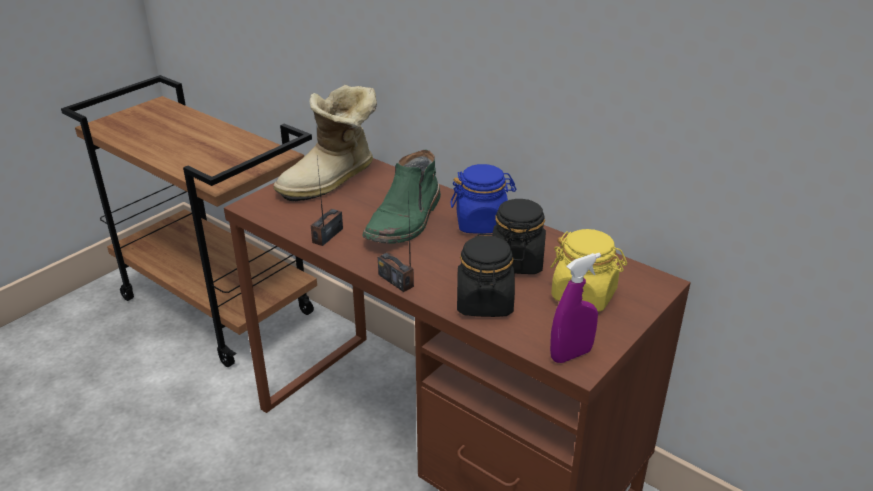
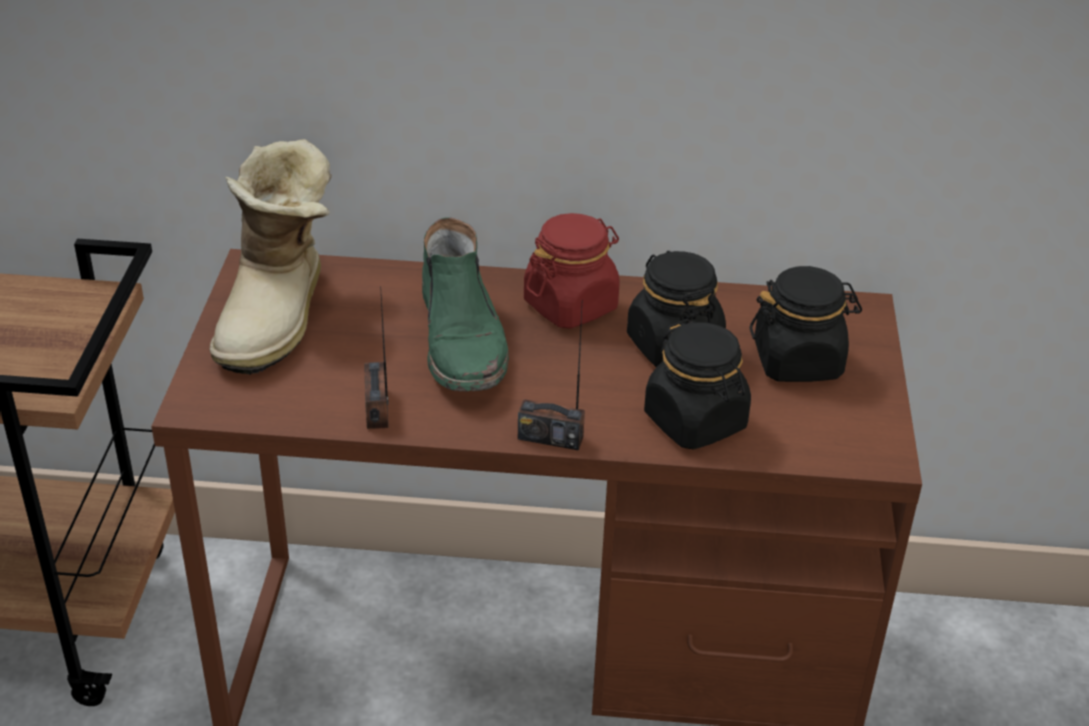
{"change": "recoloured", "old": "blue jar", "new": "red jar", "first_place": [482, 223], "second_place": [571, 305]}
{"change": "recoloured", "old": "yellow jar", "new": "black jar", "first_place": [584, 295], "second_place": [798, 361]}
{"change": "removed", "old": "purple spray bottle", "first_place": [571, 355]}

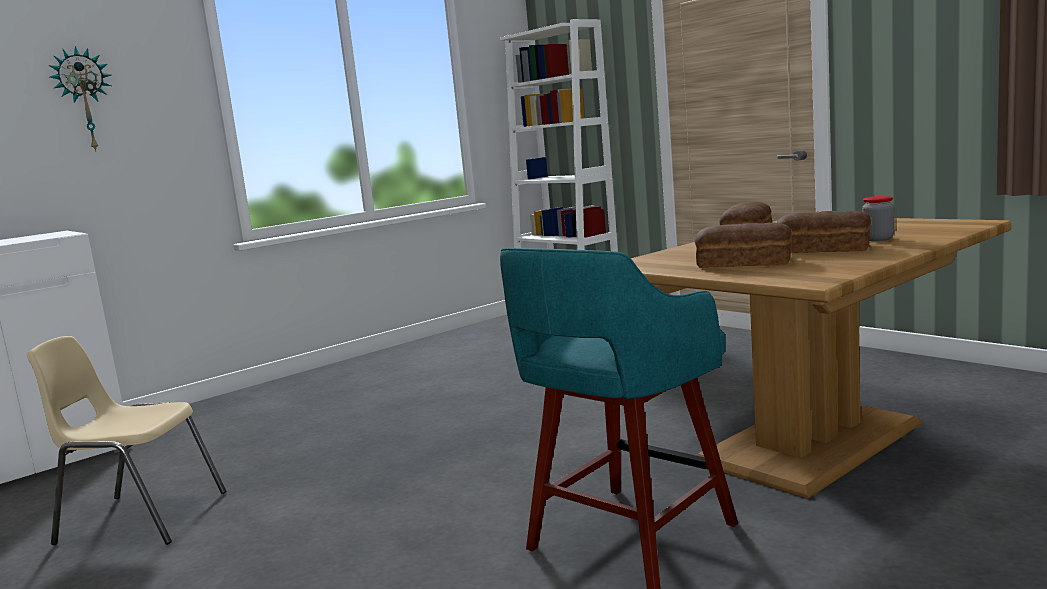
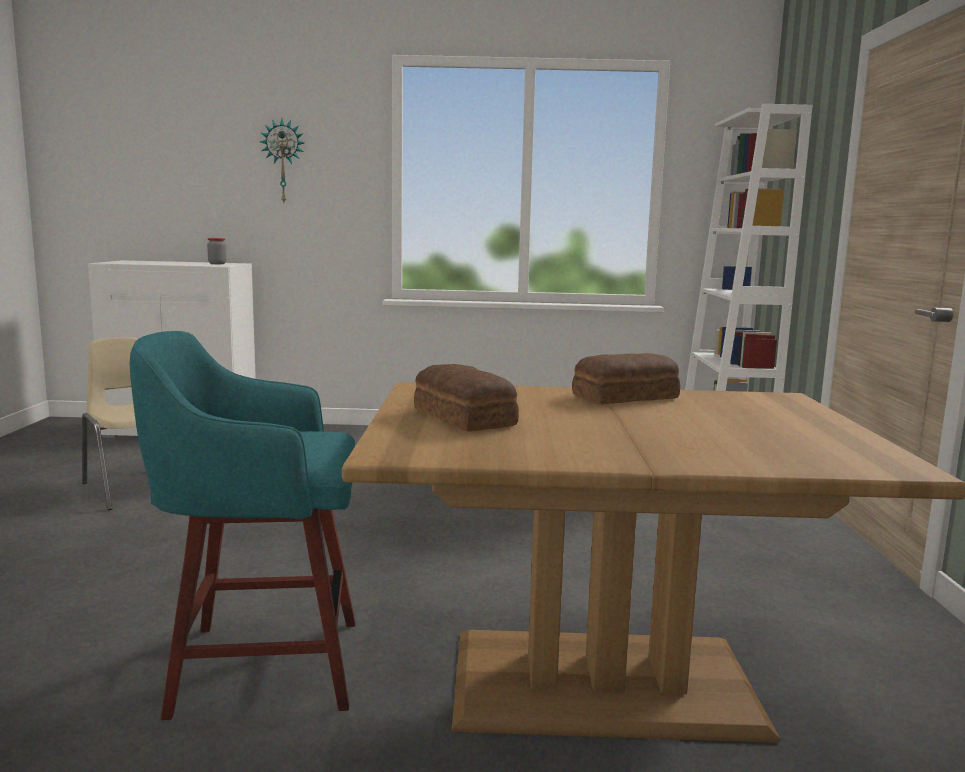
{"change": "removed", "old": "bread", "first_place": [824, 249]}
{"change": "moved", "old": "jar", "first_place": [878, 239], "second_place": [217, 264]}

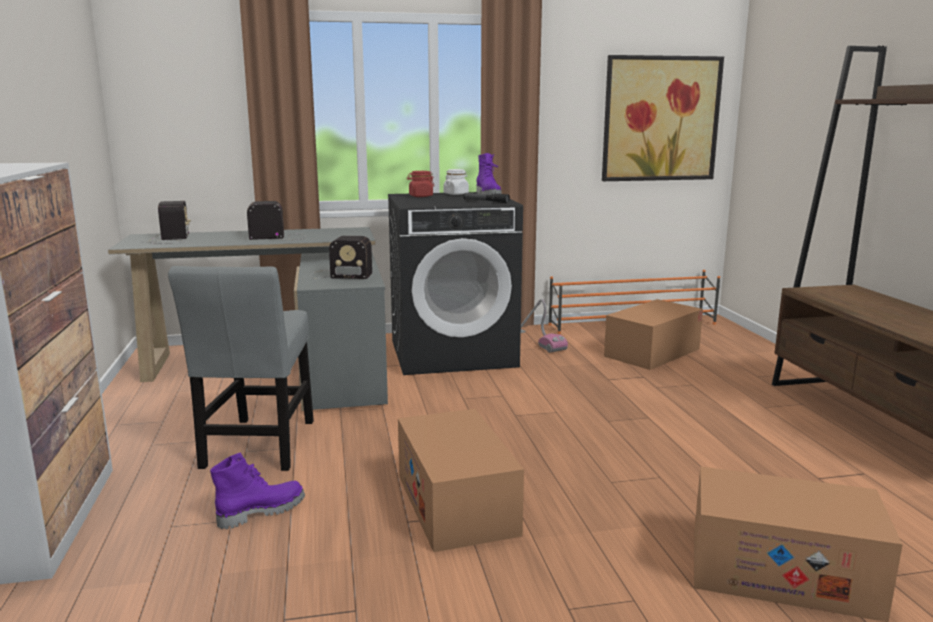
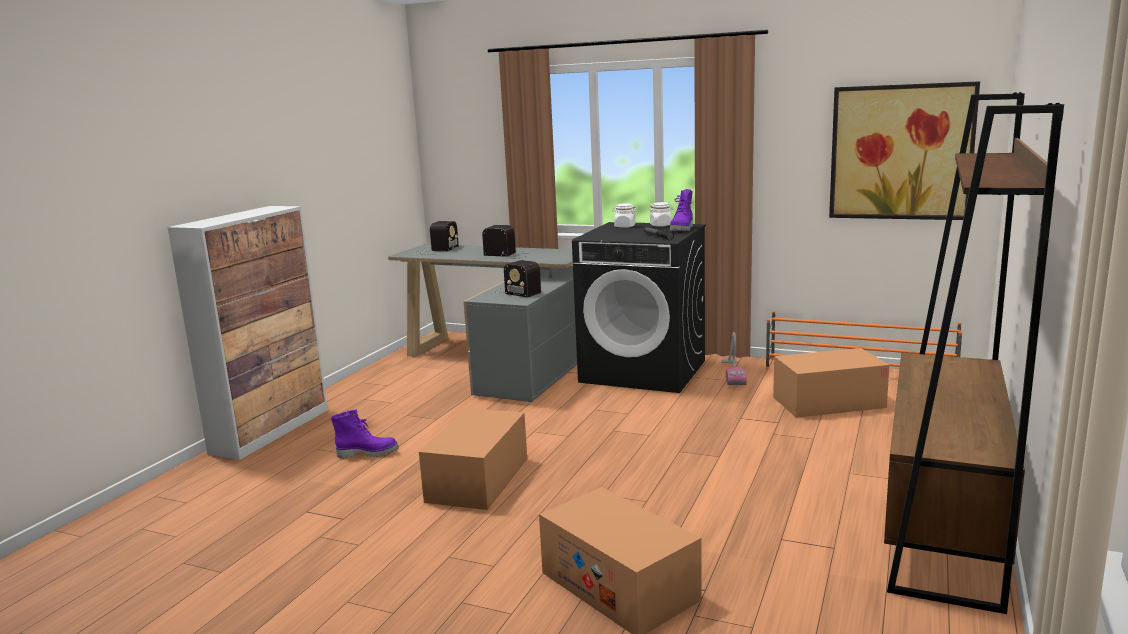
{"change": "removed", "old": "grey chair", "first_place": [258, 447]}
{"change": "recoloured", "old": "red jar", "new": "white jar", "first_place": [420, 196], "second_place": [624, 226]}

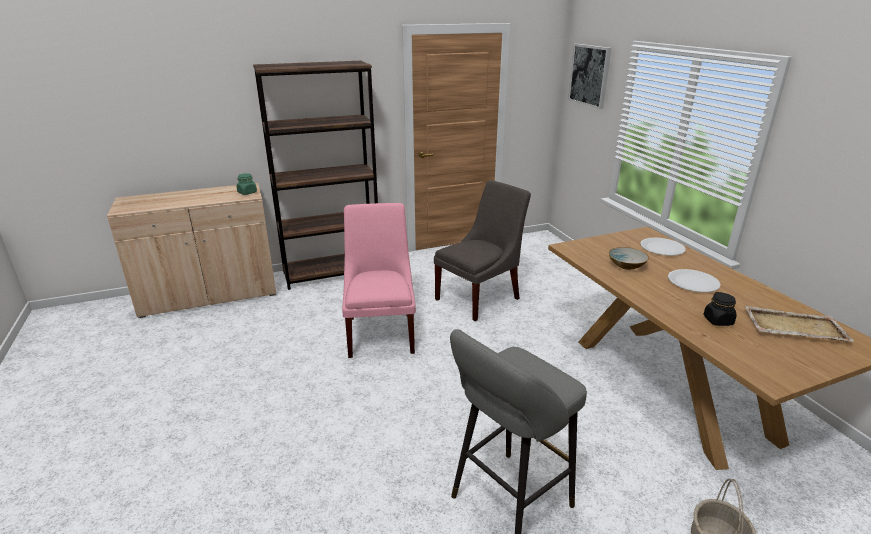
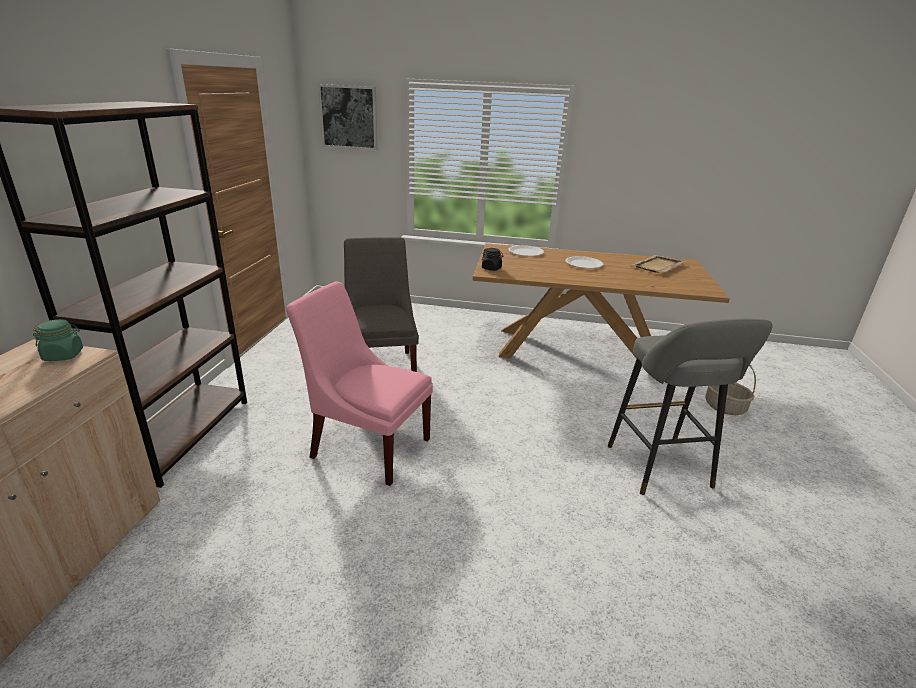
{"change": "removed", "old": "bowl", "first_place": [626, 265]}
{"change": "moved", "old": "black jar", "first_place": [718, 321], "second_place": [491, 268]}

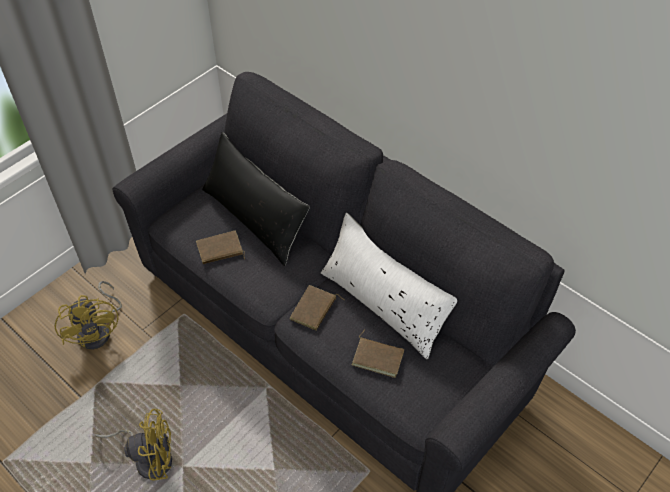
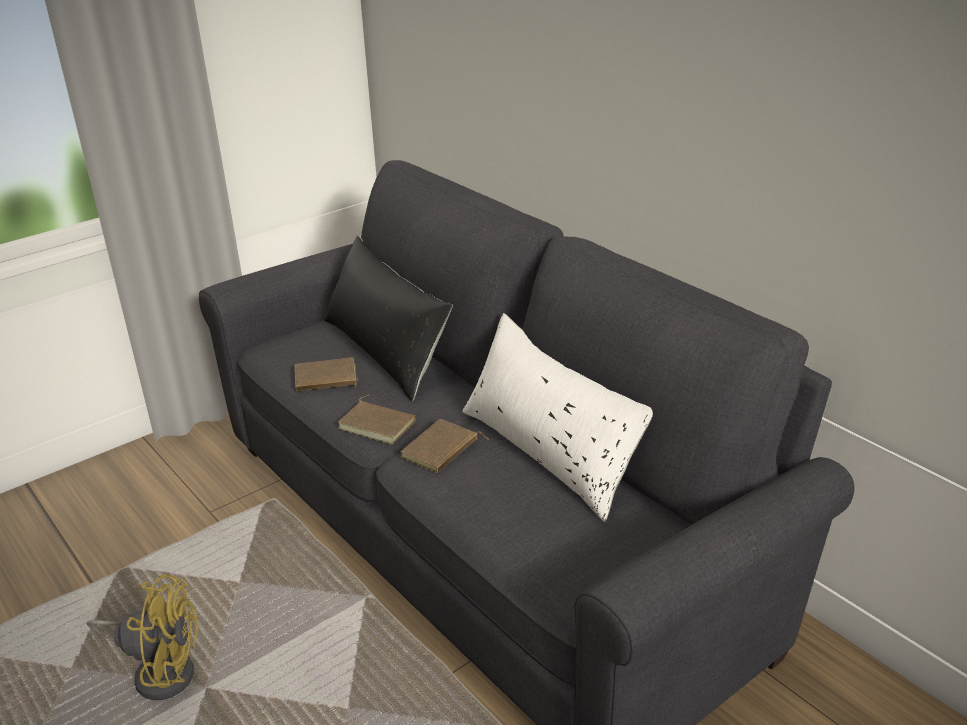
{"change": "removed", "old": "yellow fan", "first_place": [99, 330]}
{"change": "moved", "old": "brown book", "first_place": [378, 357], "second_place": [378, 424]}

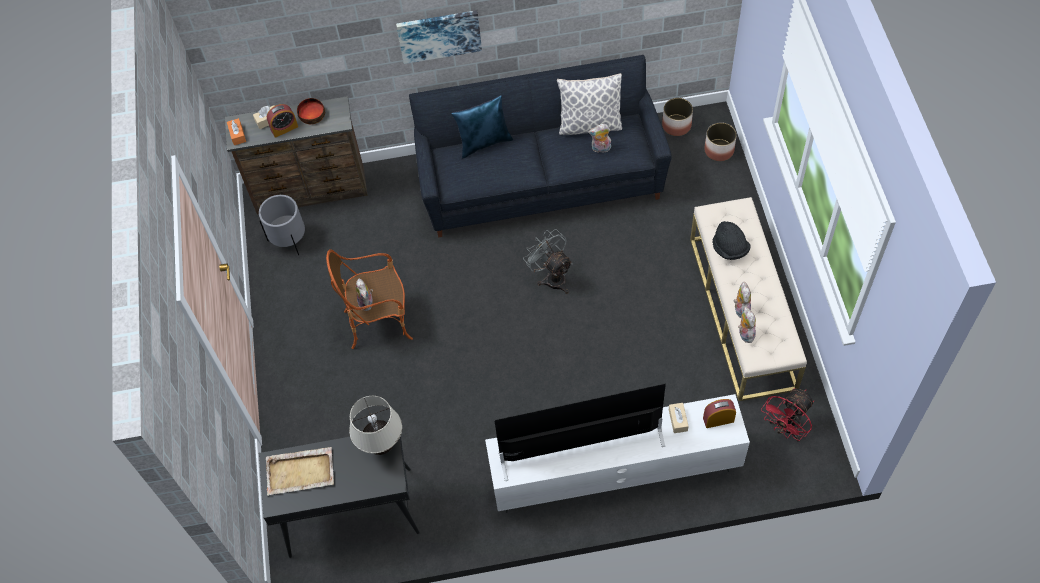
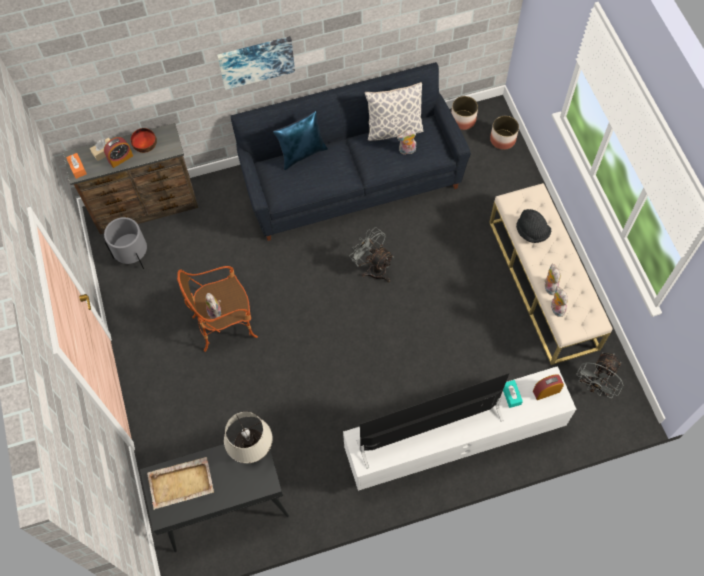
{"change": "recoloured", "old": "beige tissue box", "new": "turquoise tissue box", "first_place": [678, 420], "second_place": [511, 395]}
{"change": "recoloured", "old": "red fan", "new": "grey fan", "first_place": [785, 429], "second_place": [595, 386]}

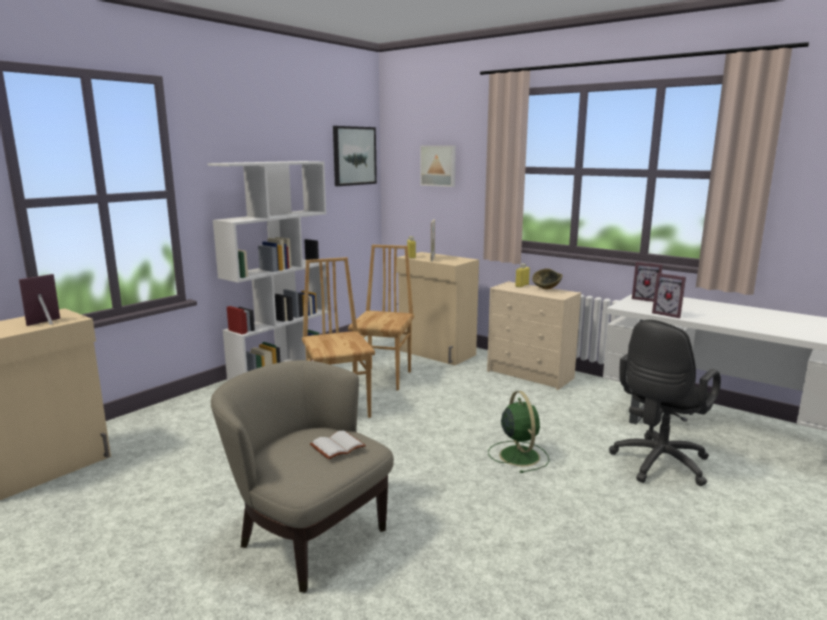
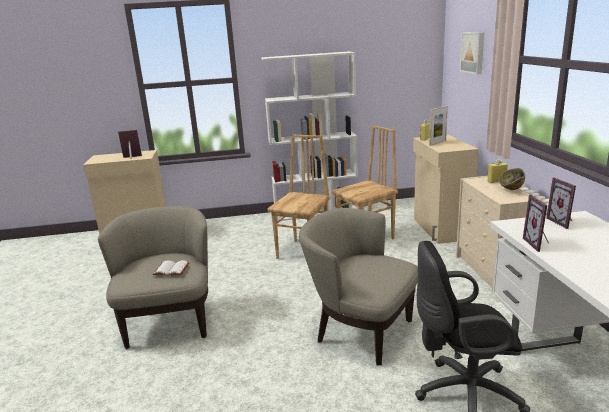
{"change": "removed", "old": "picture", "first_place": [354, 156]}
{"change": "replaced", "old": "green fan", "new": "beige armchair", "first_place": [518, 455], "second_place": [360, 331]}

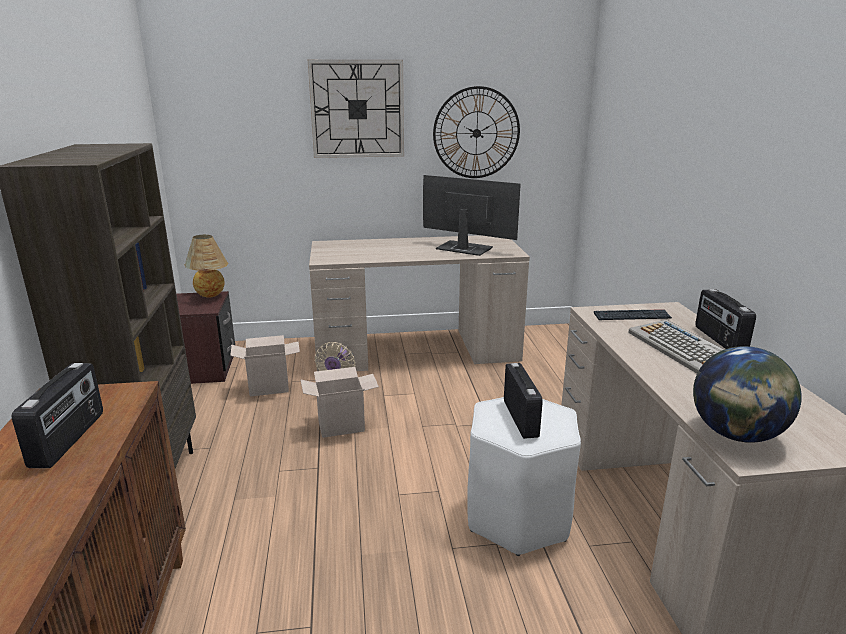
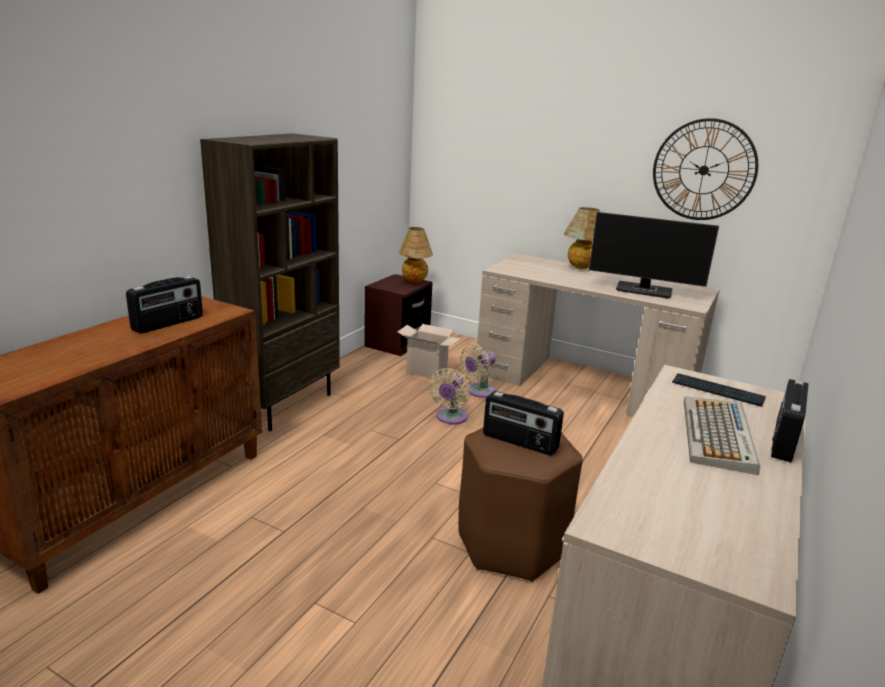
{"change": "replaced", "old": "cardboard box", "new": "beige fan", "first_place": [342, 425], "second_place": [450, 418]}
{"change": "removed", "old": "wall clock", "first_place": [357, 109]}
{"change": "turned", "old": "monitor", "first_place": [463, 249], "second_place": [645, 290], "degrees": 135}
{"change": "recoloured", "old": "white stool", "new": "brown stool", "first_place": [517, 517], "second_place": [511, 544]}
{"change": "turned", "old": "radio", "first_place": [521, 418], "second_place": [519, 442], "degrees": 90}
{"change": "removed", "old": "globe", "first_place": [736, 435]}
{"change": "added", "new": "table lamp", "second_place": [581, 268]}

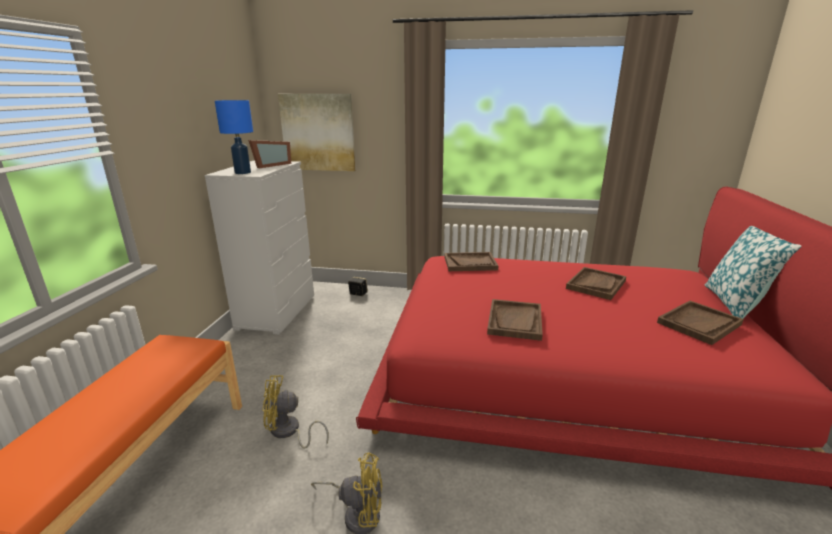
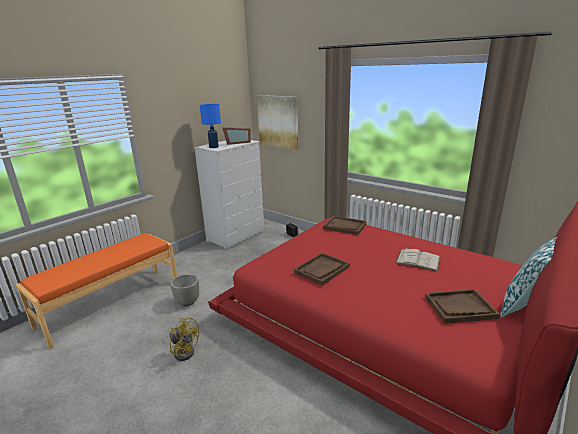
{"change": "replaced", "old": "yellow fan", "new": "grey planter", "first_place": [288, 432], "second_place": [187, 302]}
{"change": "replaced", "old": "brown tray", "new": "white book", "first_place": [596, 284], "second_place": [418, 260]}

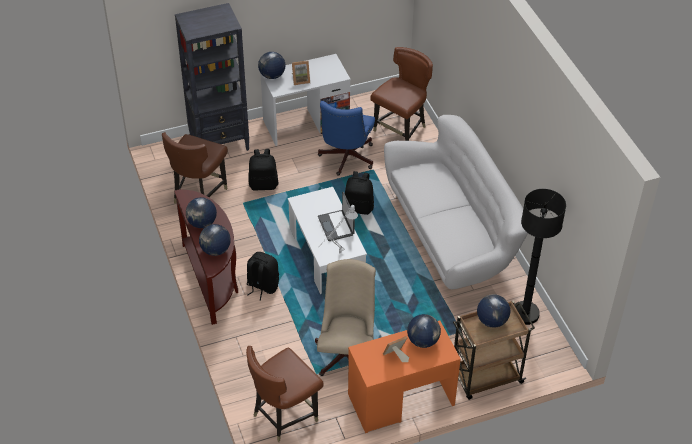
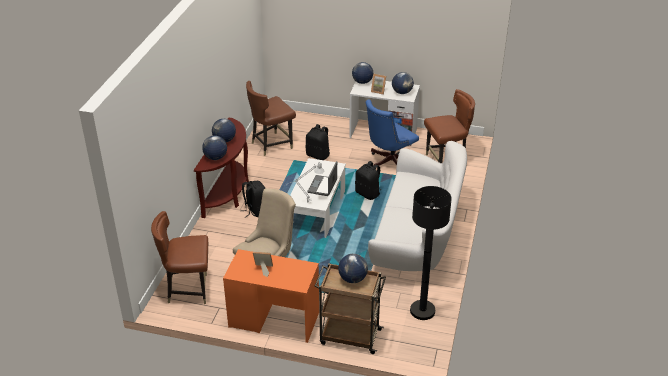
{"change": "removed", "old": "black bookcase", "first_place": [220, 143]}
{"change": "moved", "old": "globe", "first_place": [423, 341], "second_place": [402, 92]}

